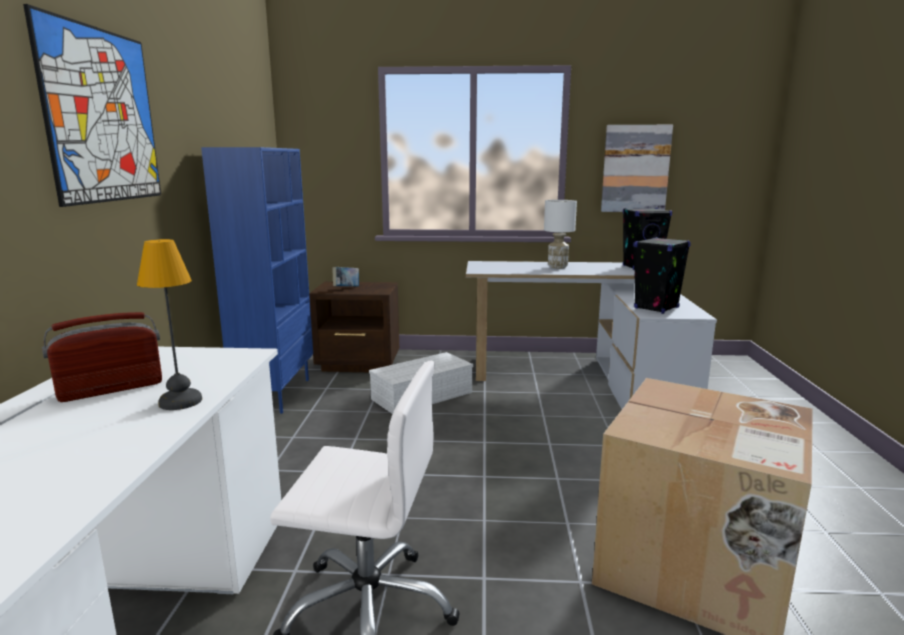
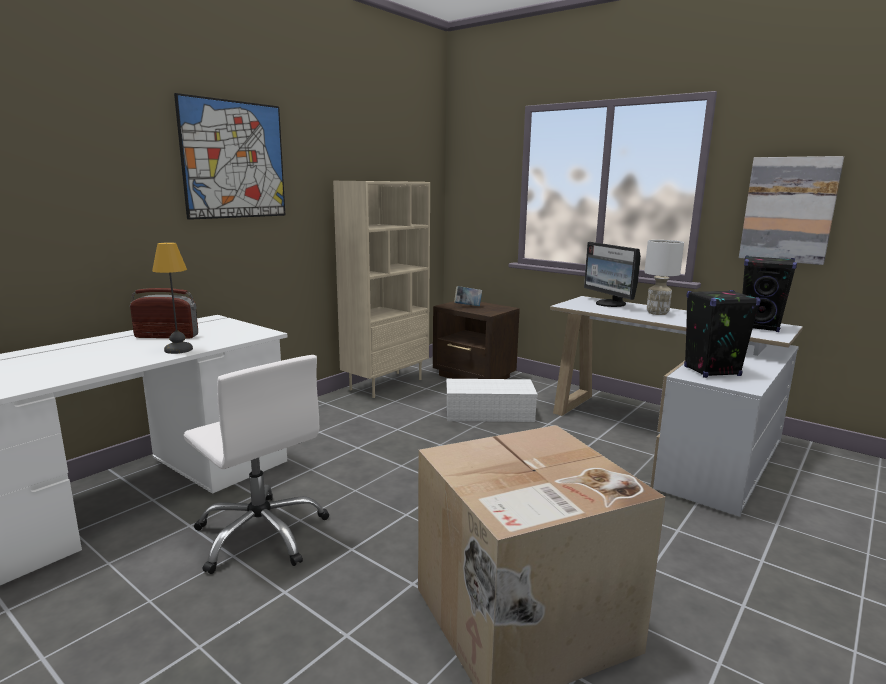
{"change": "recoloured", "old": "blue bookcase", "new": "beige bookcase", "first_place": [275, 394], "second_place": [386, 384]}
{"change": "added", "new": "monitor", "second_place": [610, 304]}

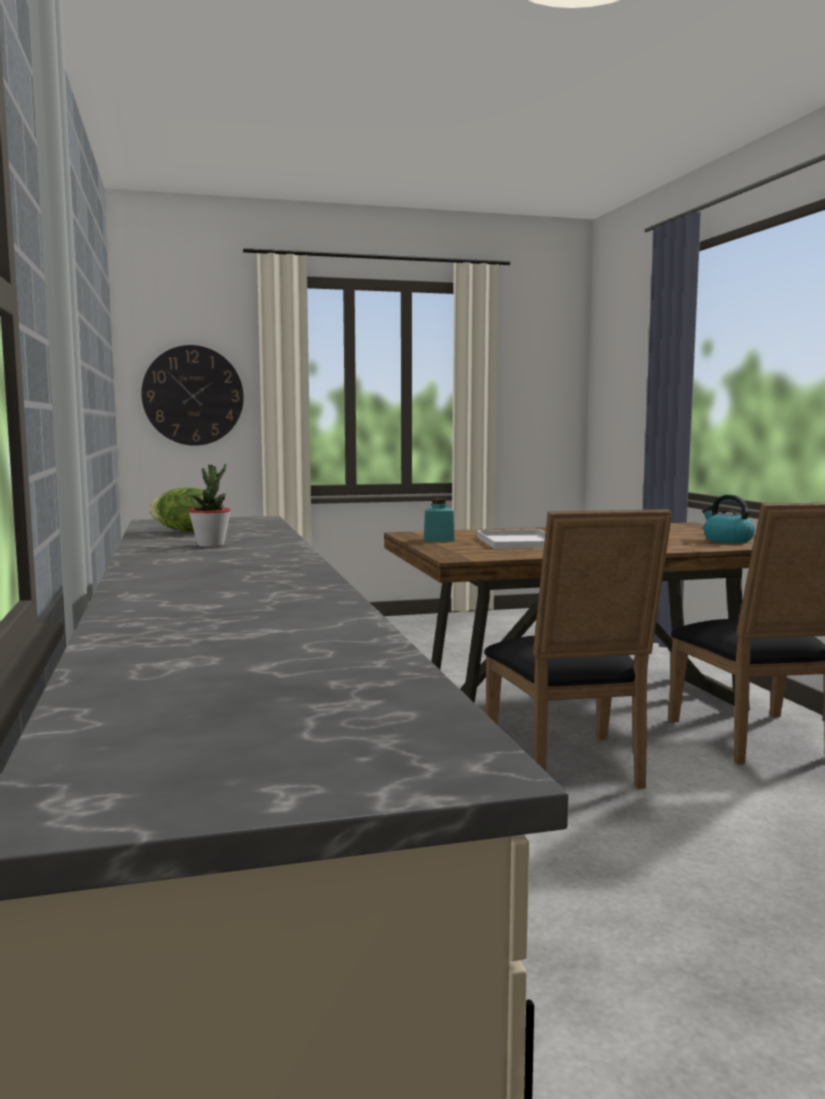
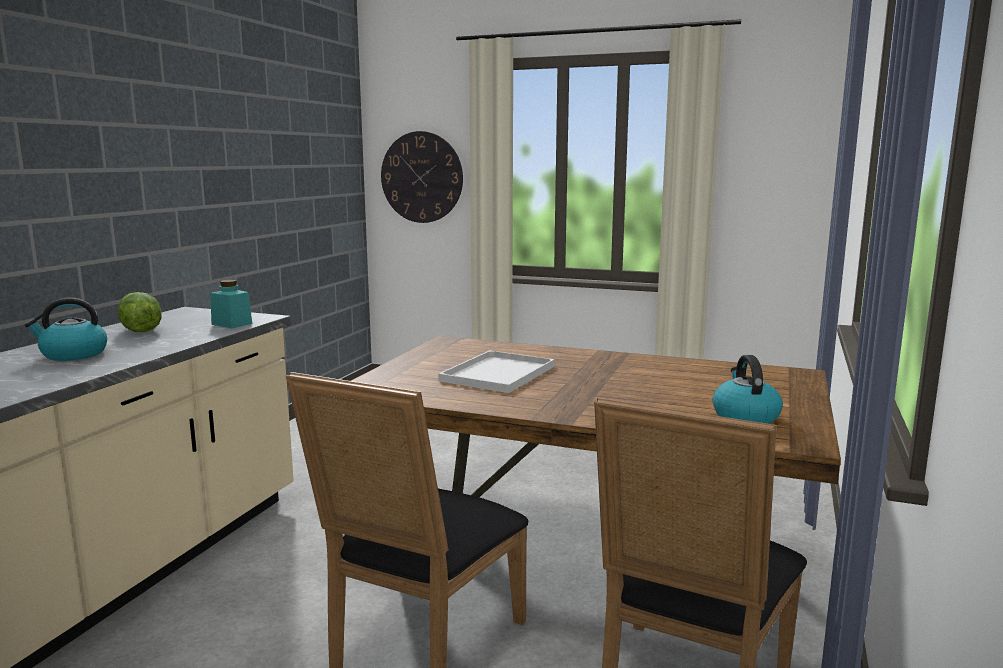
{"change": "replaced", "old": "potted plant", "new": "kettle", "first_place": [211, 545], "second_place": [73, 355]}
{"change": "moved", "old": "turquoise jar", "first_place": [438, 540], "second_place": [232, 324]}

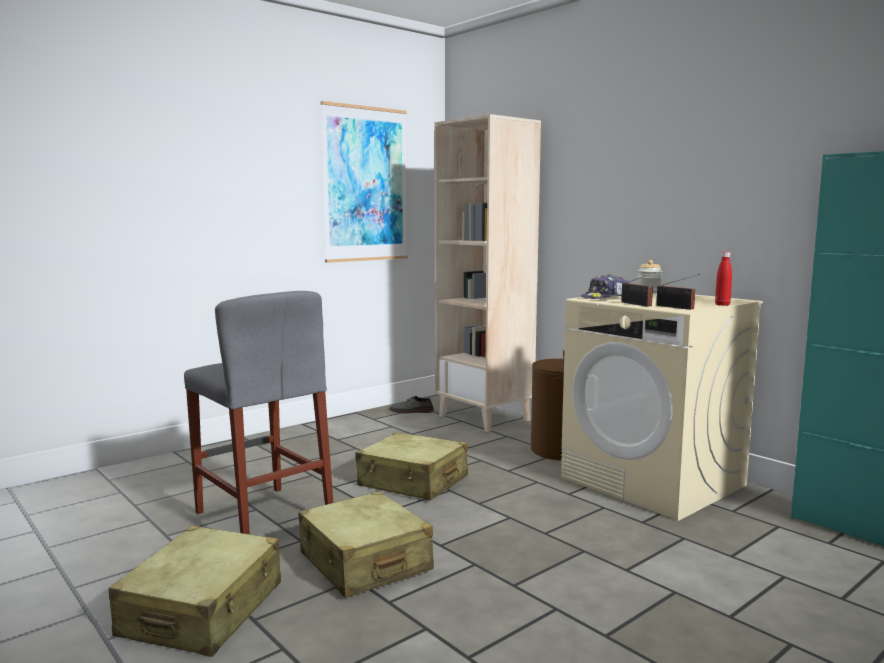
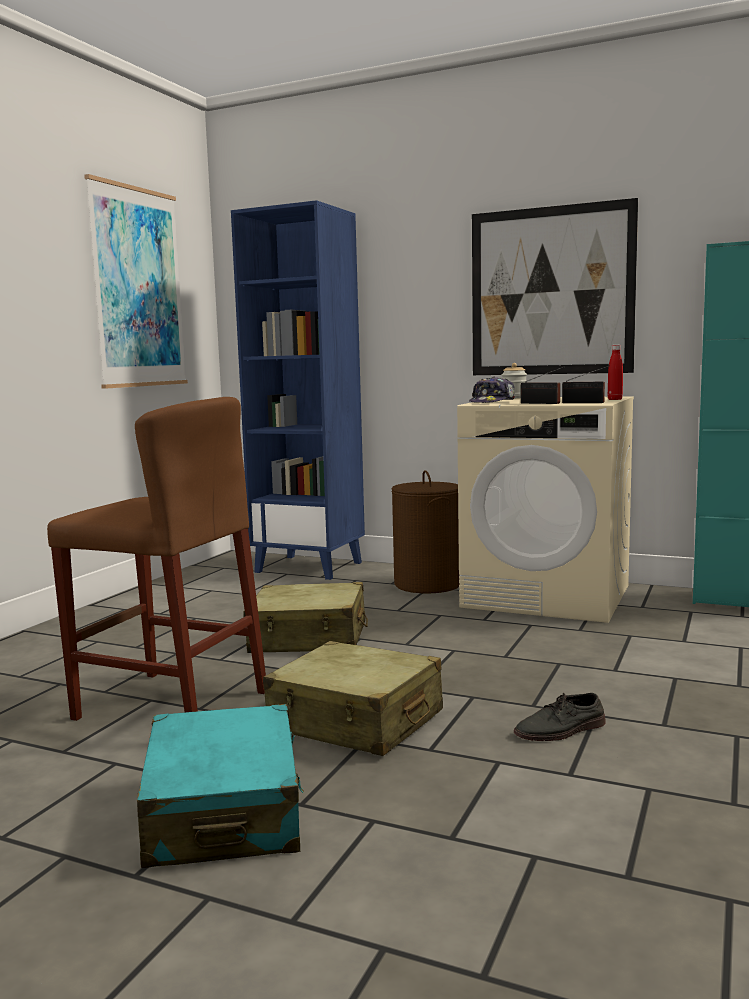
{"change": "recoloured", "old": "beige suitcase", "new": "turquoise suitcase", "first_place": [203, 610], "second_place": [224, 812]}
{"change": "recoloured", "old": "grey stool", "new": "brown stool", "first_place": [263, 517], "second_place": [171, 705]}
{"change": "moved", "old": "grey shoe", "first_place": [411, 411], "second_place": [561, 730]}
{"change": "recoloured", "old": "beige bookcase", "new": "blue bookcase", "first_place": [485, 418], "second_place": [310, 567]}
{"change": "added", "new": "picture", "second_place": [551, 291]}

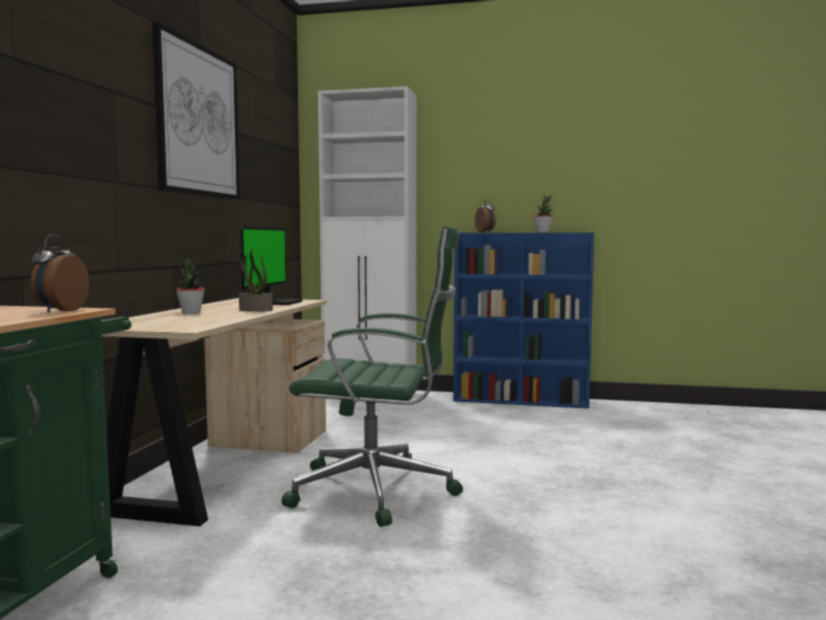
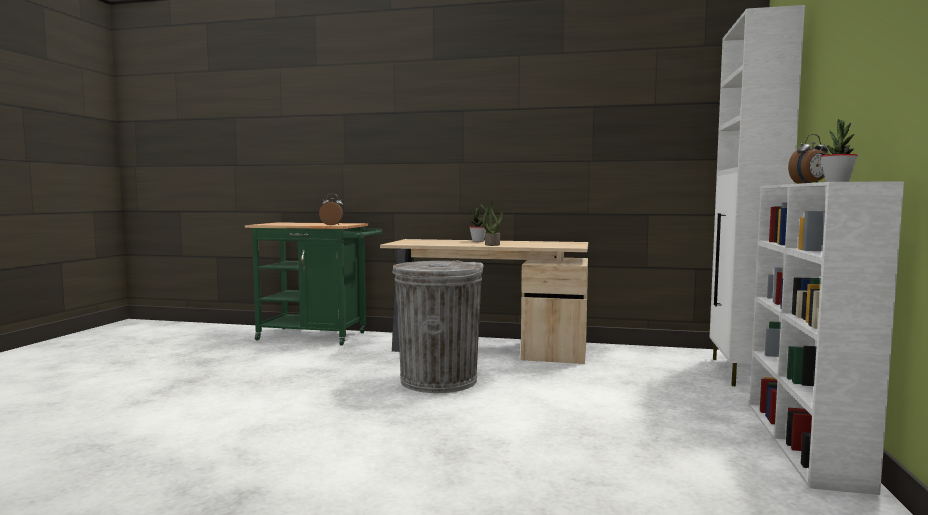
{"change": "removed", "old": "picture", "first_place": [198, 121]}
{"change": "removed", "old": "monitor", "first_place": [276, 302]}
{"change": "replaced", "old": "green office chair", "new": "grey trash can", "first_place": [378, 491], "second_place": [438, 380]}
{"change": "recoloured", "old": "blue bookcase", "new": "white bookcase", "first_place": [522, 400], "second_place": [804, 443]}

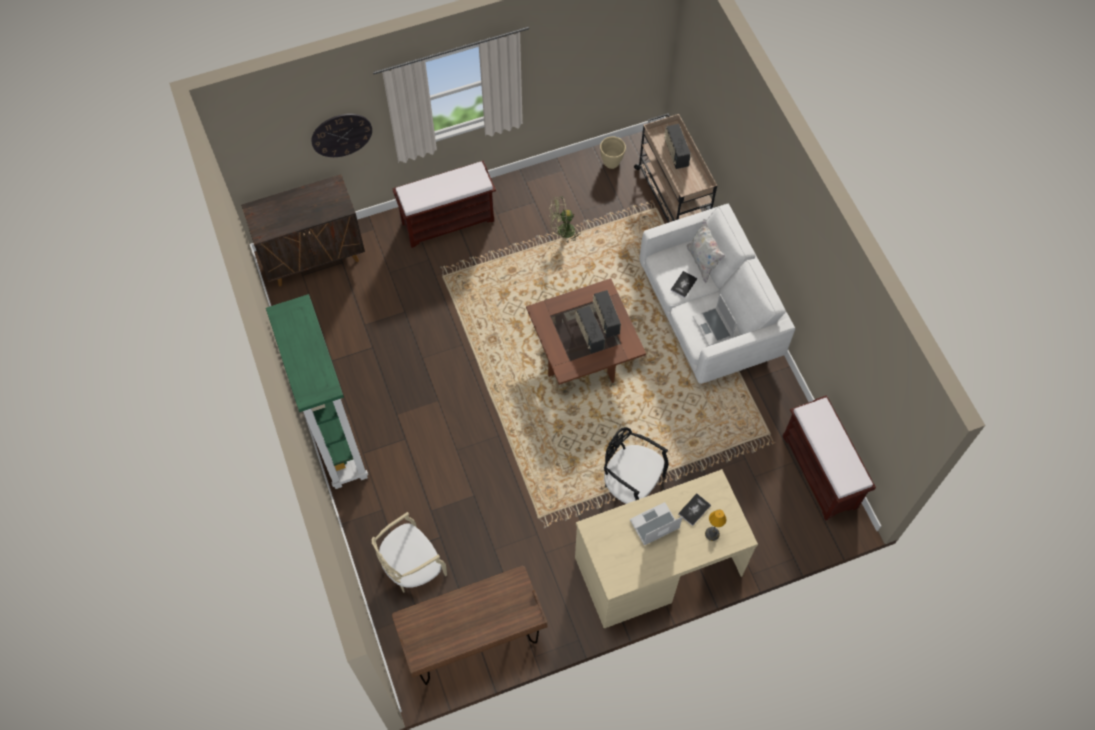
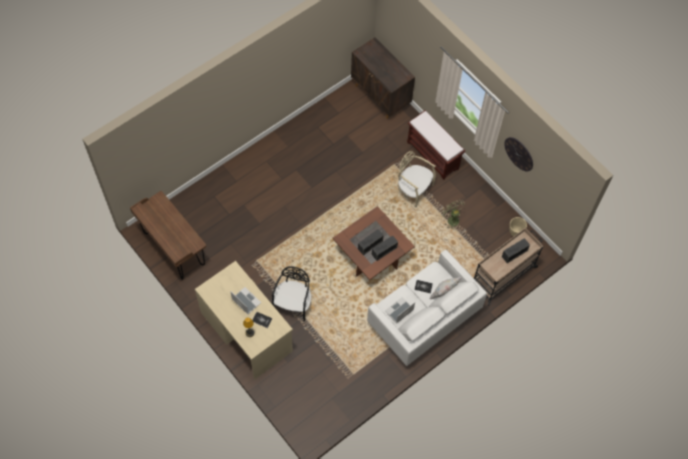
{"change": "removed", "old": "green bookcase", "first_place": [336, 439]}
{"change": "moved", "old": "wall clock", "first_place": [341, 135], "second_place": [519, 154]}
{"change": "moved", "old": "beige chair", "first_place": [412, 567], "second_place": [413, 189]}
{"change": "removed", "old": "brown bench", "first_place": [820, 472]}

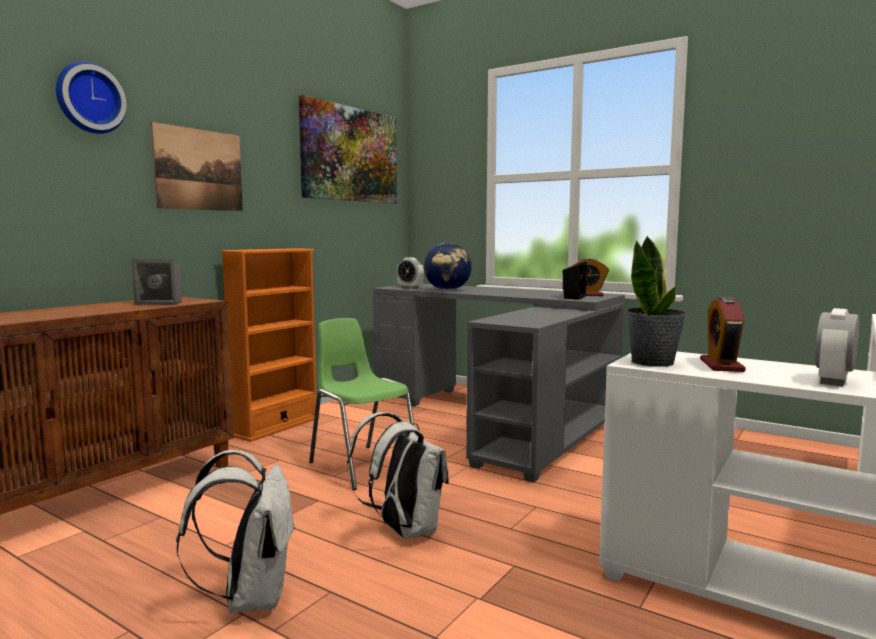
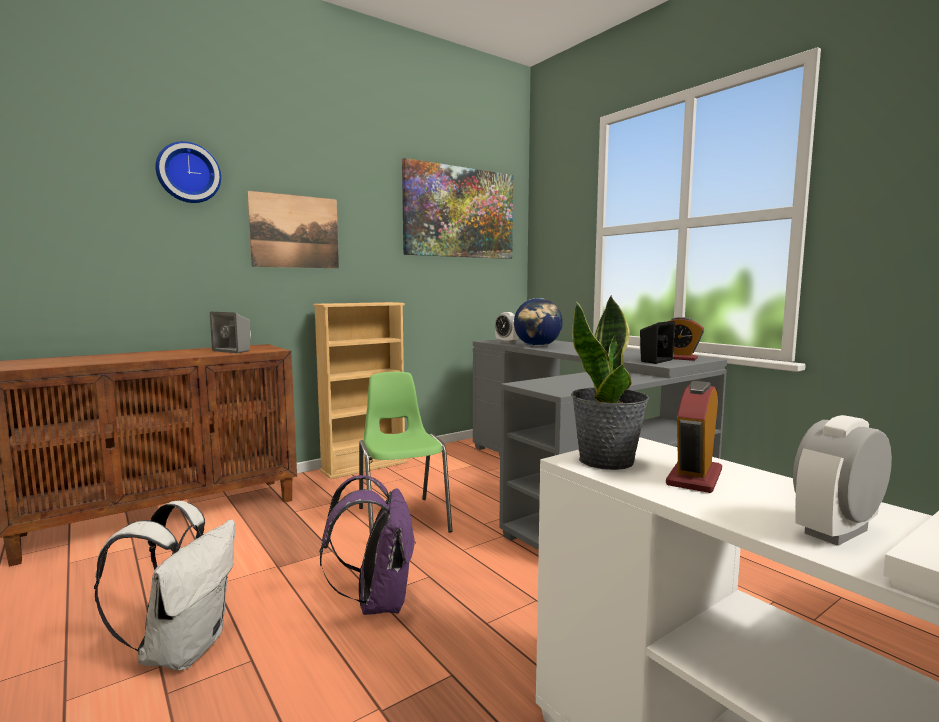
{"change": "recoloured", "old": "orange bookcase", "new": "beige bookcase", "first_place": [276, 427], "second_place": [364, 466]}
{"change": "recoloured", "old": "white backpack", "new": "purple backpack", "first_place": [403, 530], "second_place": [377, 601]}

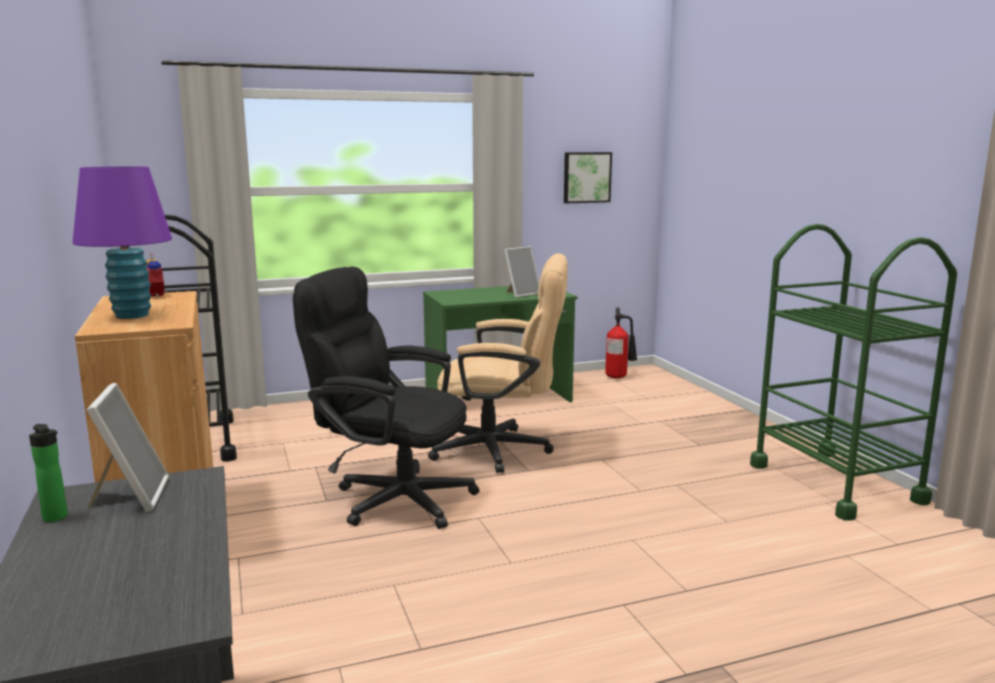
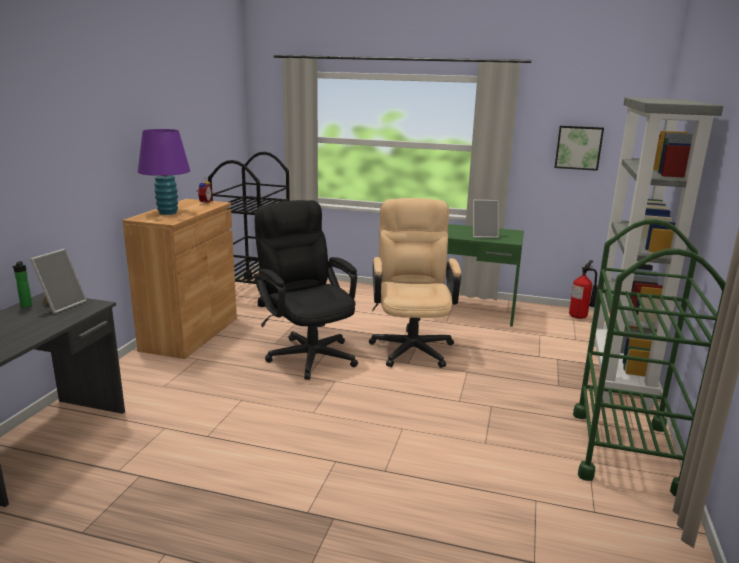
{"change": "turned", "old": "beige office chair", "first_place": [502, 450], "second_place": [411, 345], "degrees": -135}
{"change": "added", "new": "grey bookcase", "second_place": [619, 372]}

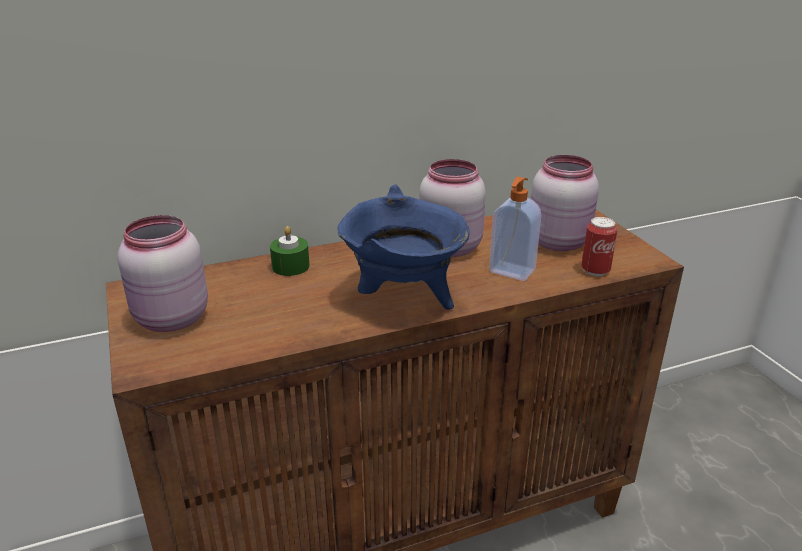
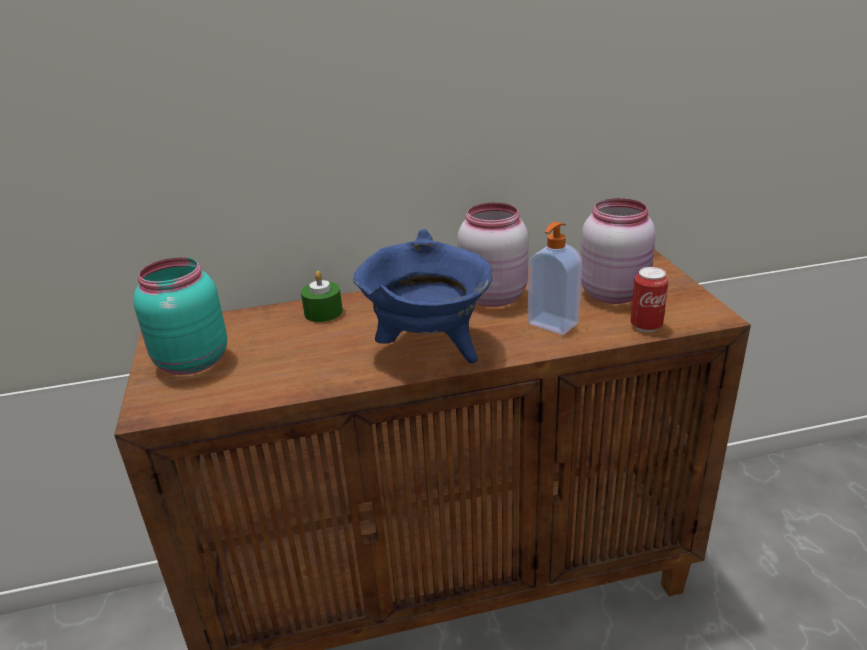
{"change": "recoloured", "old": "pink jar", "new": "turquoise jar", "first_place": [169, 319], "second_place": [190, 362]}

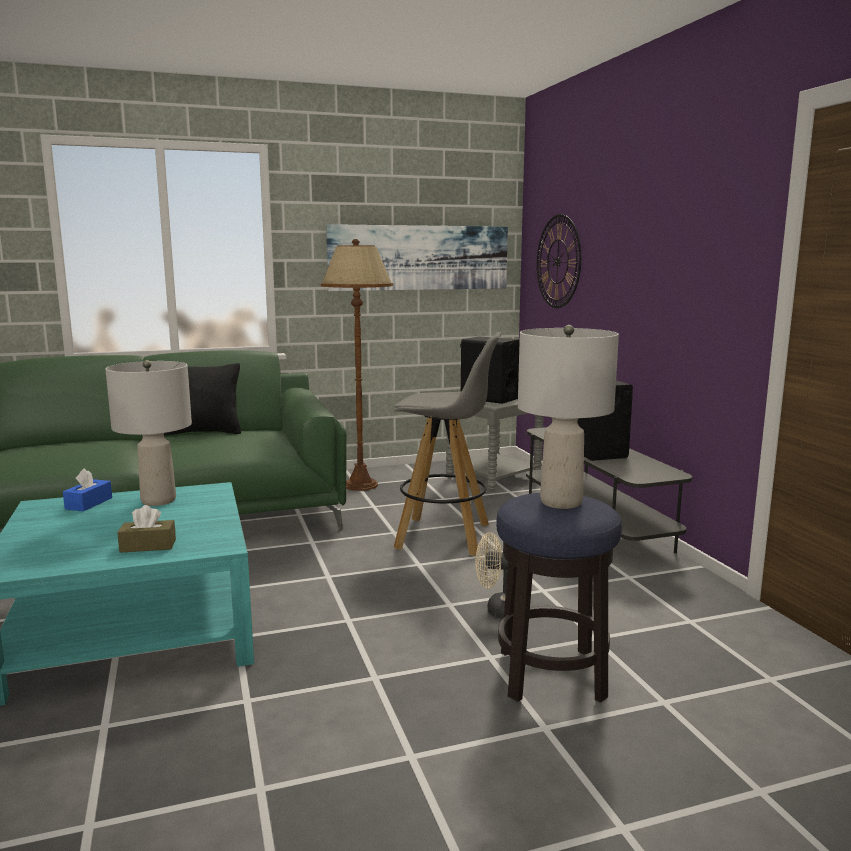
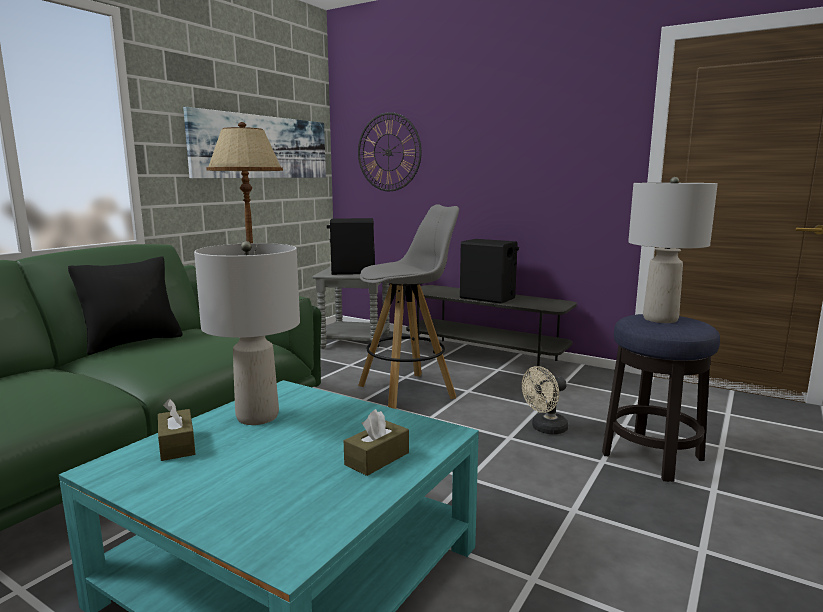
{"change": "recoloured", "old": "blue tissue box", "new": "brown tissue box", "first_place": [89, 503], "second_place": [177, 445]}

